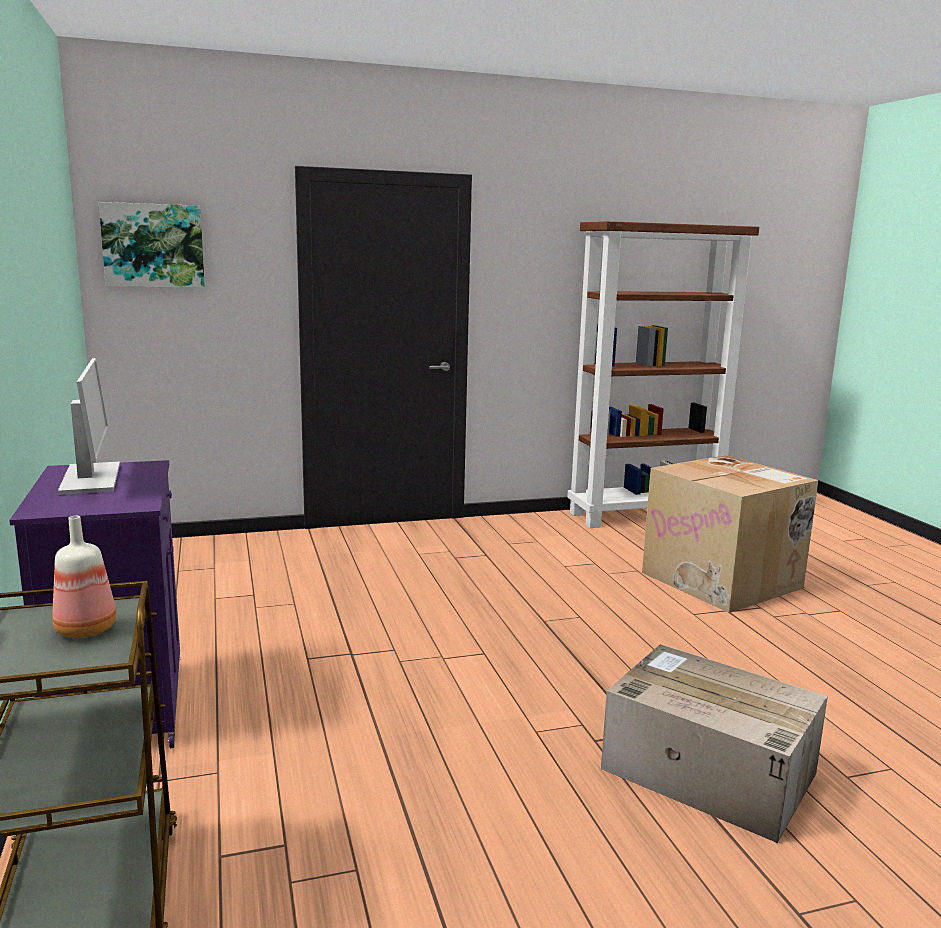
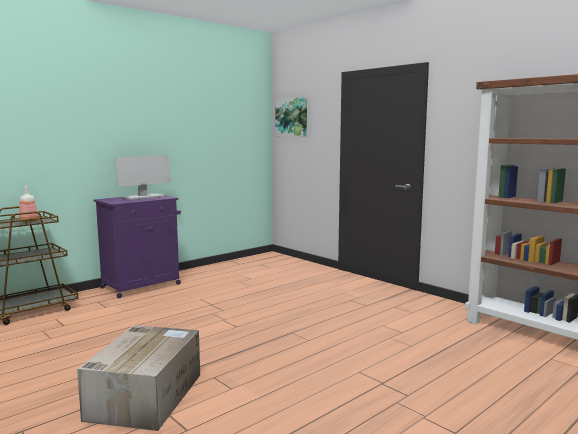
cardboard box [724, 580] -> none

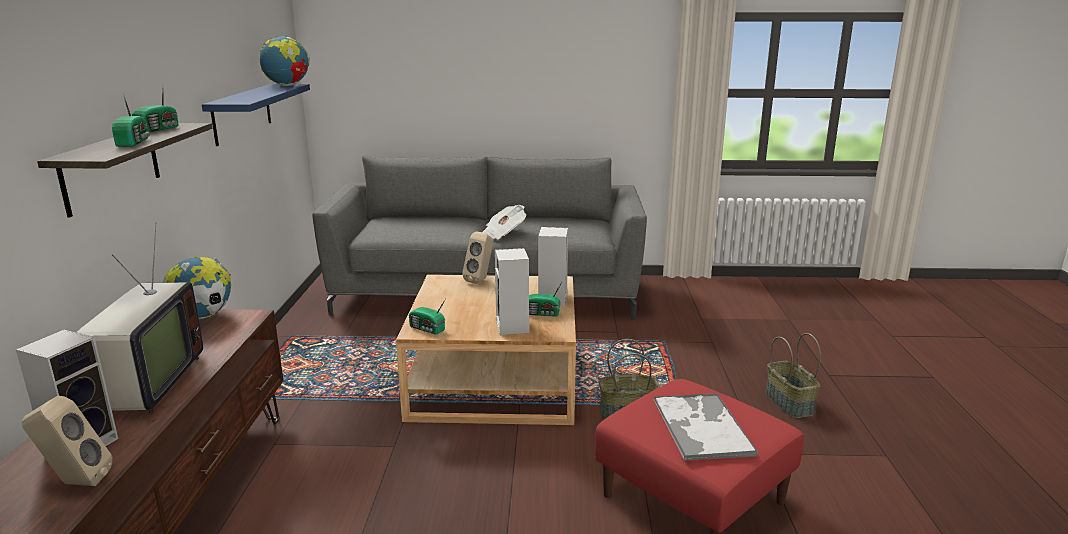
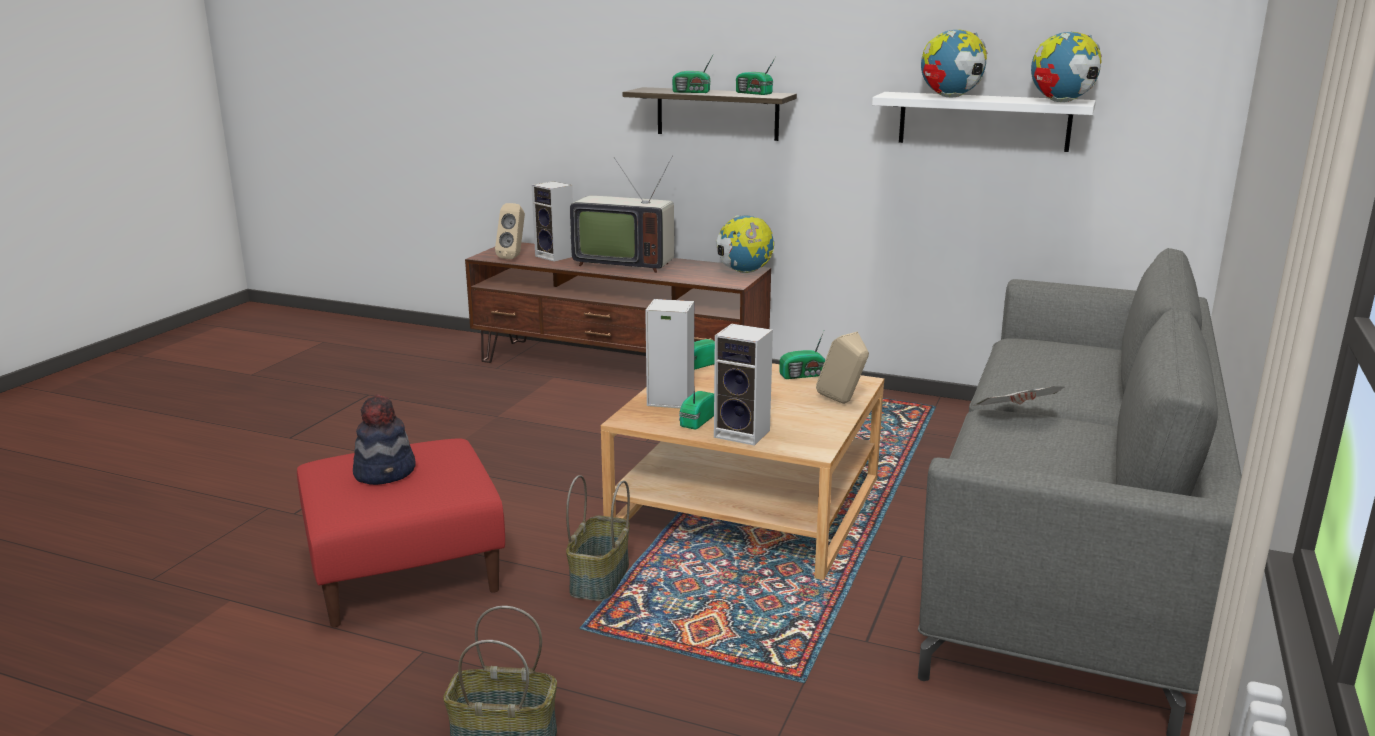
tray [701, 426] -> hat [386, 472]
none -> radio [803, 375]
blue shelf [242, 113] -> white shelf [983, 121]
none -> globe [950, 97]

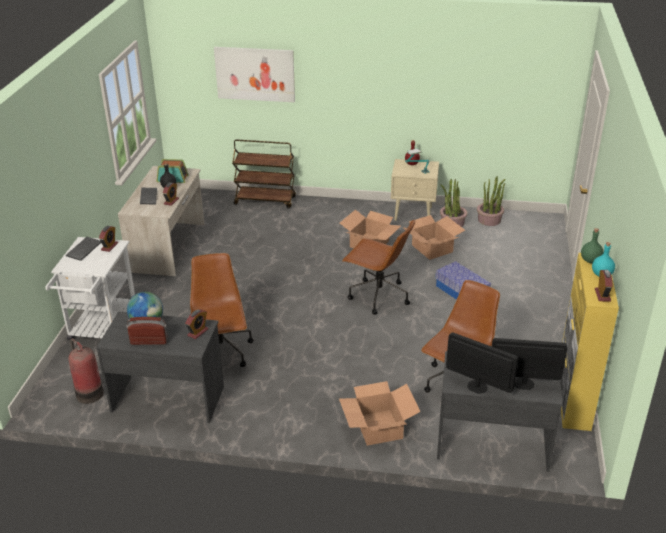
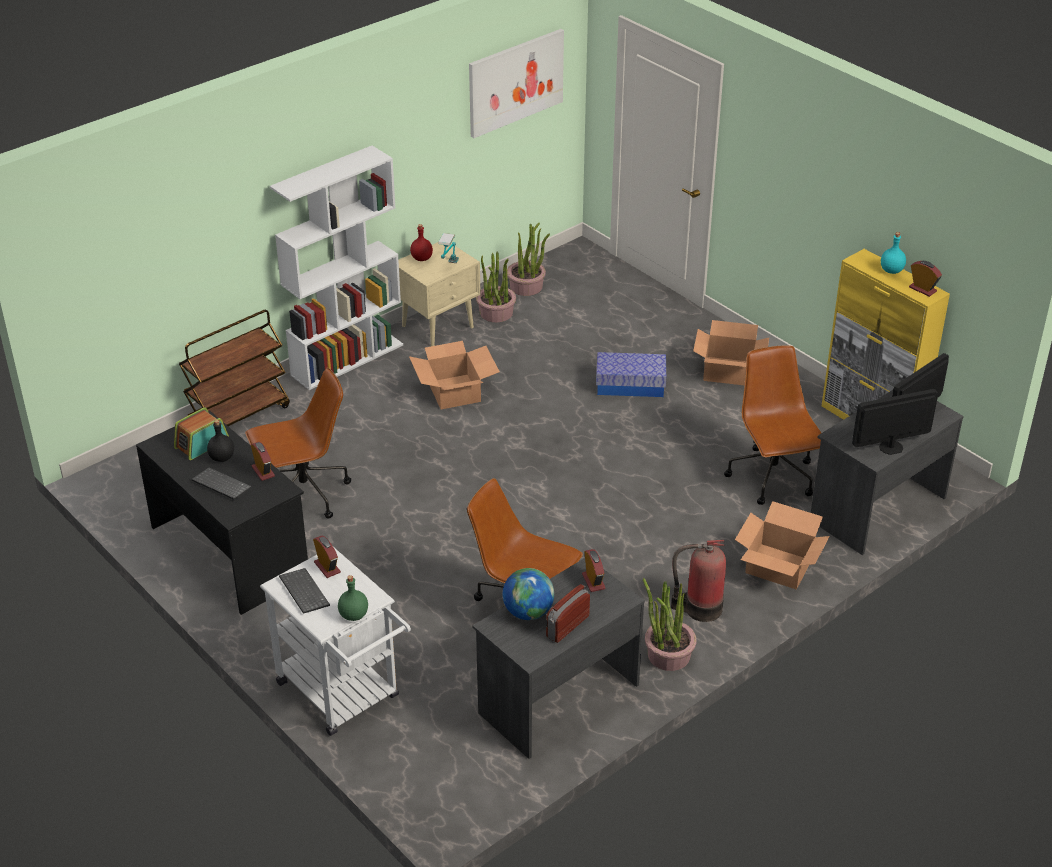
beige desk [168, 247] -> black desk [231, 551]
brown office chair [378, 296] -> brown office chair [303, 495], shifted
none -> white bookcase [347, 359]
green bottle [590, 260] -> green bottle [353, 615], shifted
picture [255, 74] -> picture [515, 82], shifted
none -> potted plant [668, 655]
fire extinguisher [88, 393] -> fire extinguisher [700, 608], shifted
cardboard box [432, 248] -> cardboard box [728, 370], shifted

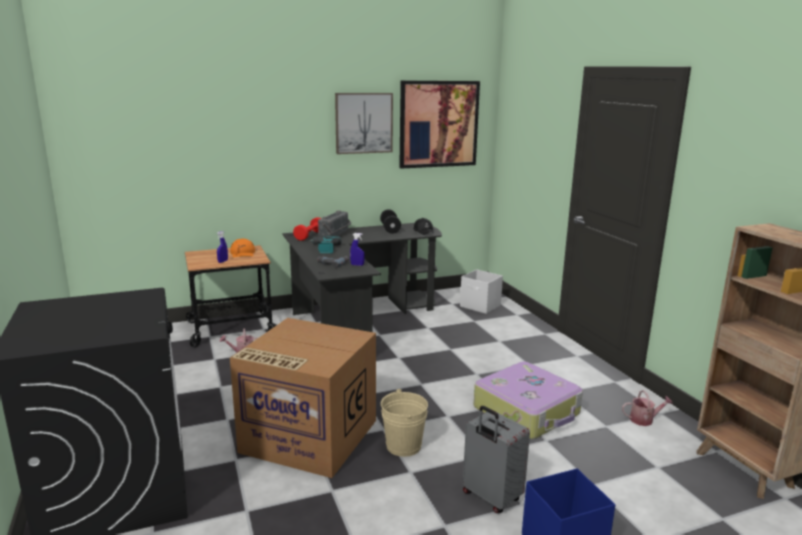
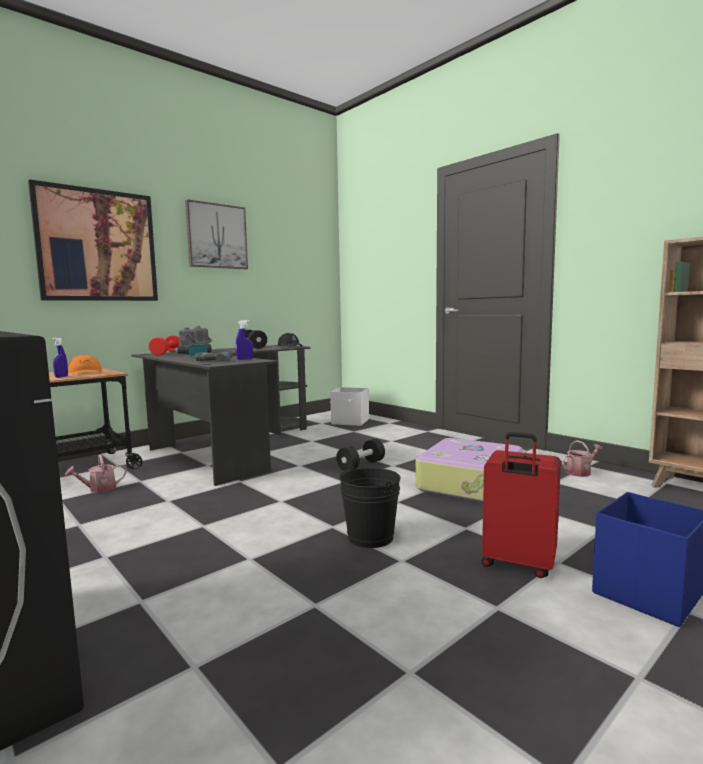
picture [438, 124] -> picture [97, 245], shifted
none -> black dumbbell [361, 465]
beige bucket [403, 446] -> black bucket [370, 537]
grey suitcase [490, 497] -> red suitcase [517, 564]
cardboard box [307, 436] -> none

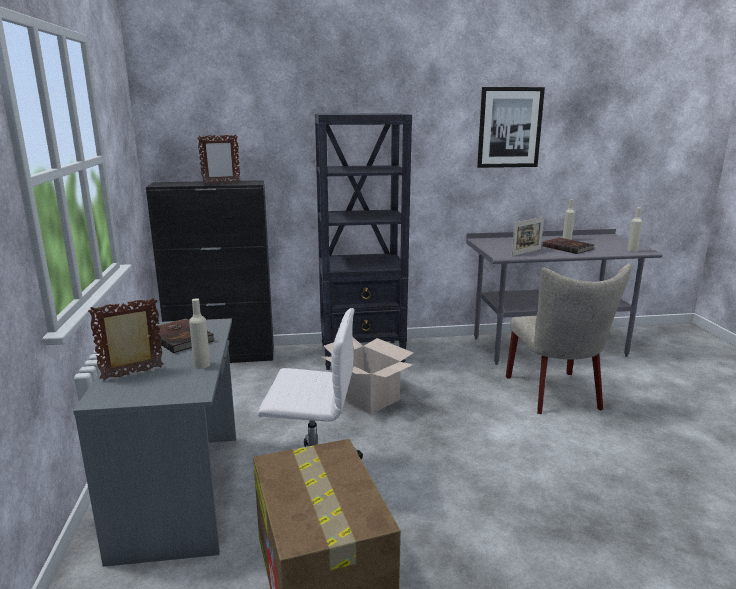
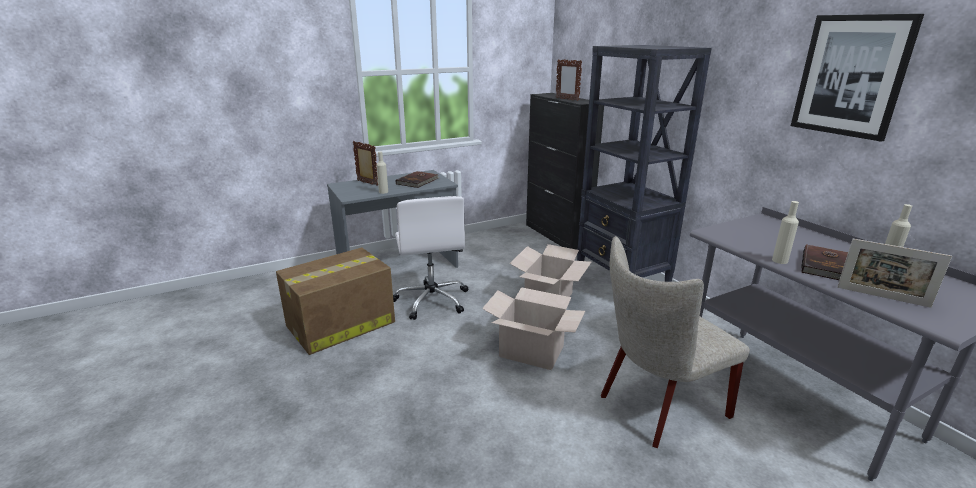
none -> cardboard box [531, 351]
beige bottle [632, 250] -> beige bottle [779, 260], shifted
picture frame [526, 252] -> picture frame [882, 297], shifted

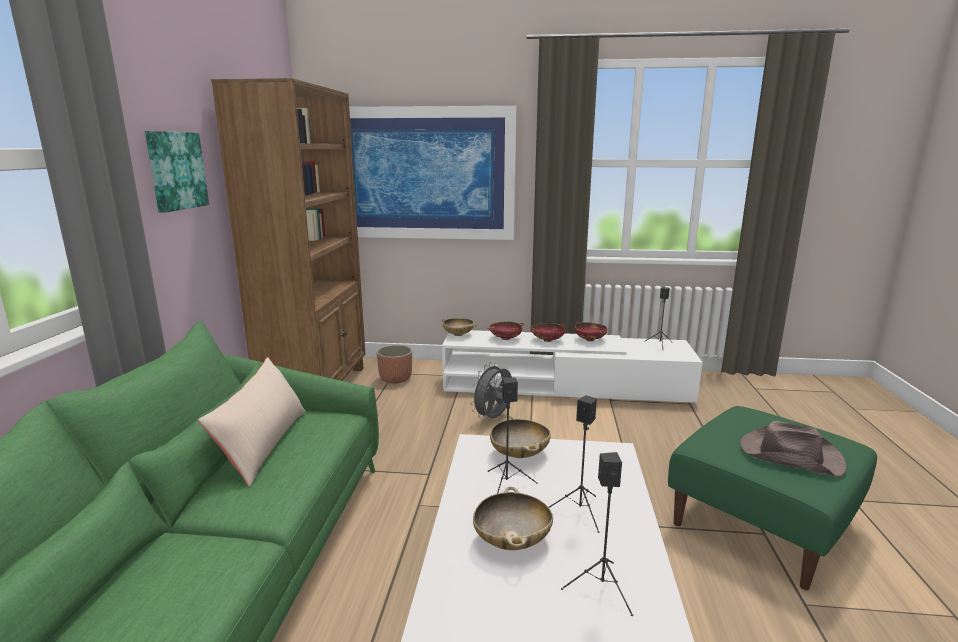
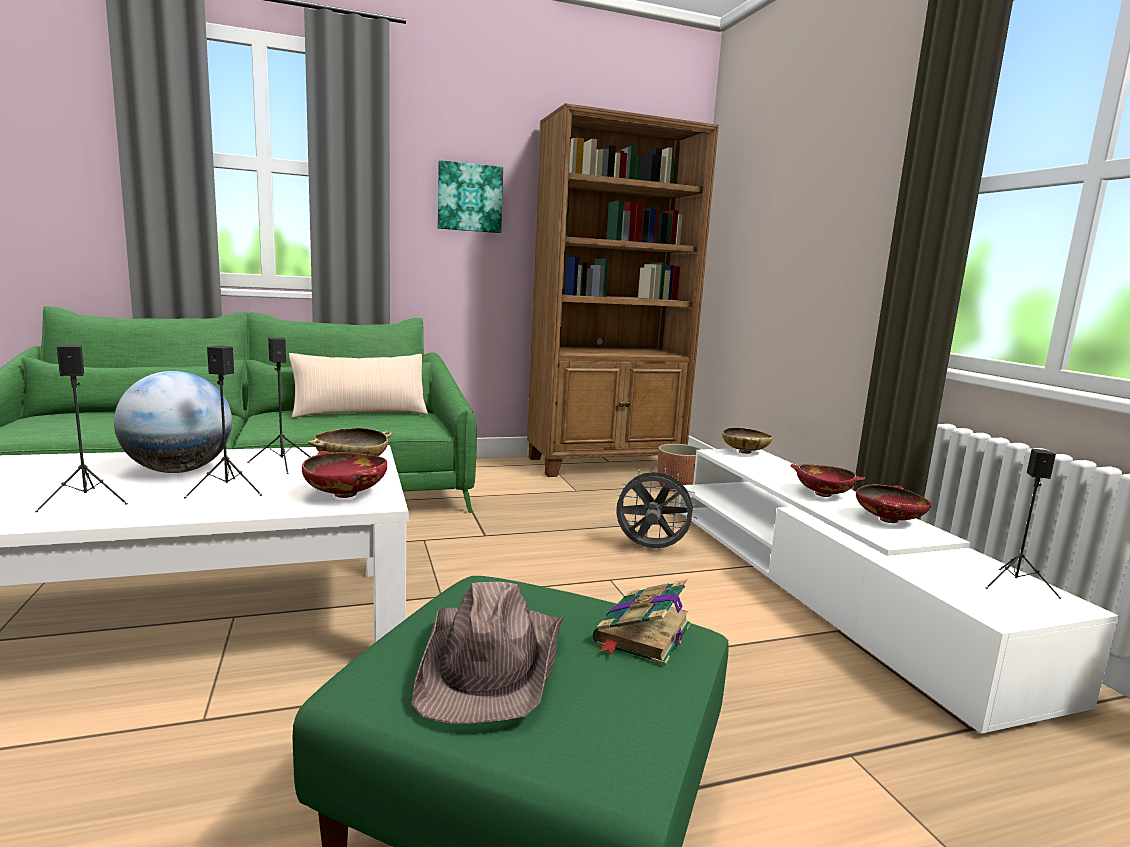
beige bowl [512, 540] -> globe [178, 471]
red bowl [505, 338] -> red bowl [346, 494], shifted
none -> book [642, 635]
picture [423, 174] -> none

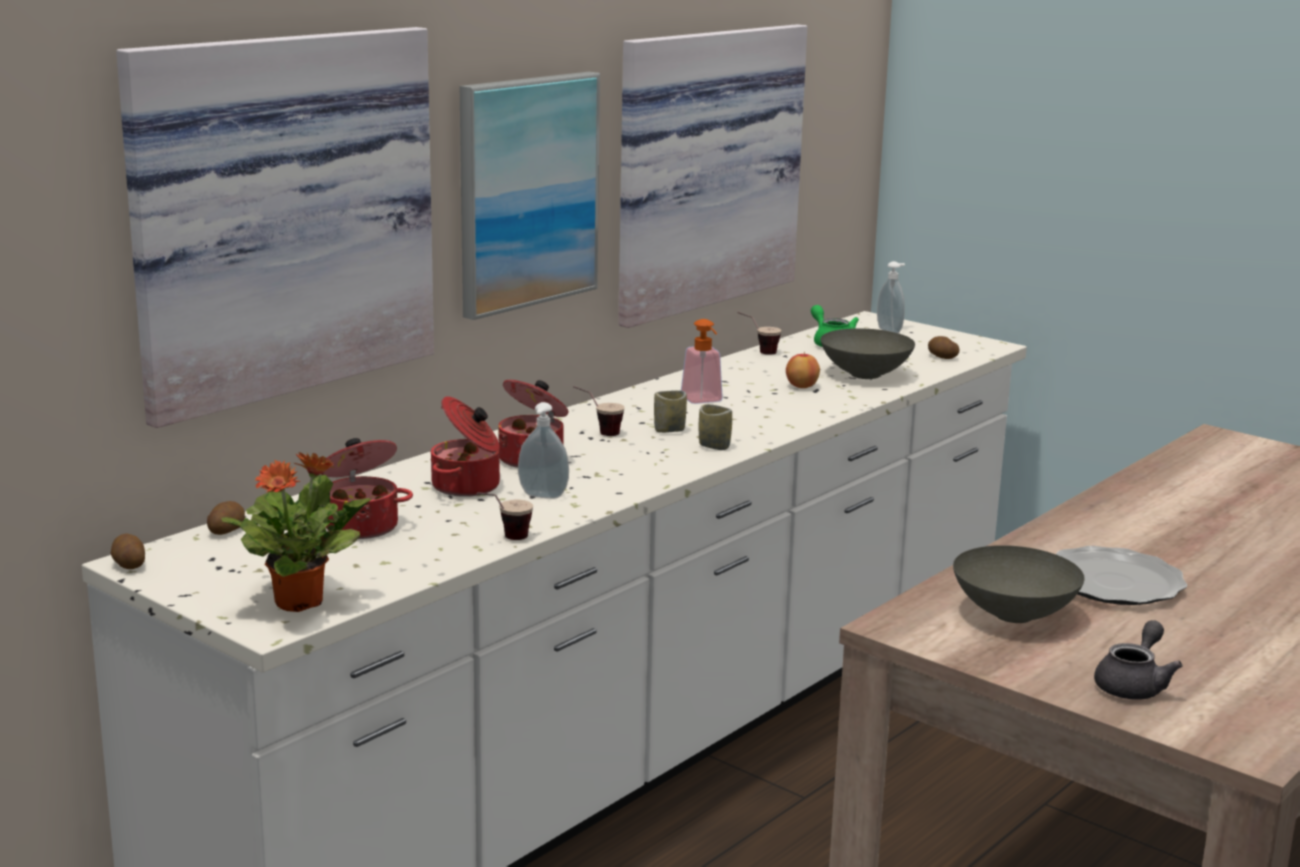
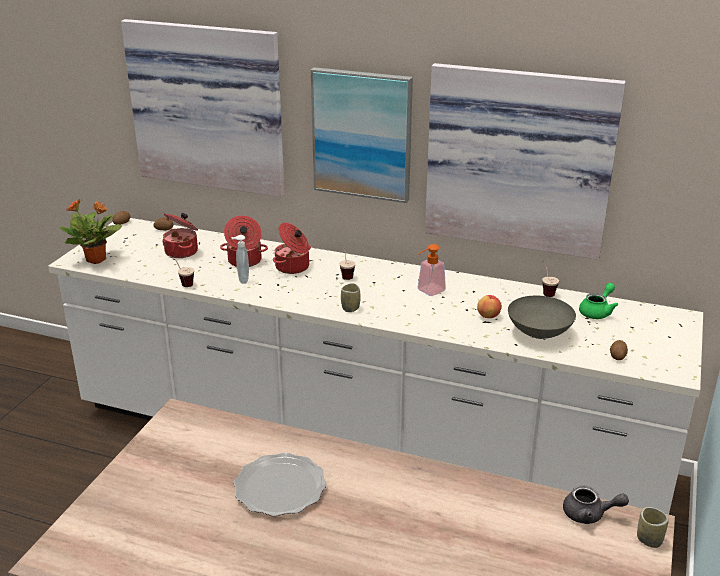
grey teapot [1133, 685] -> grey teapot [589, 515], shifted
cup [669, 430] -> cup [649, 540], shifted
soap dispenser [890, 331] -> none
grey bowl [1015, 614] -> none

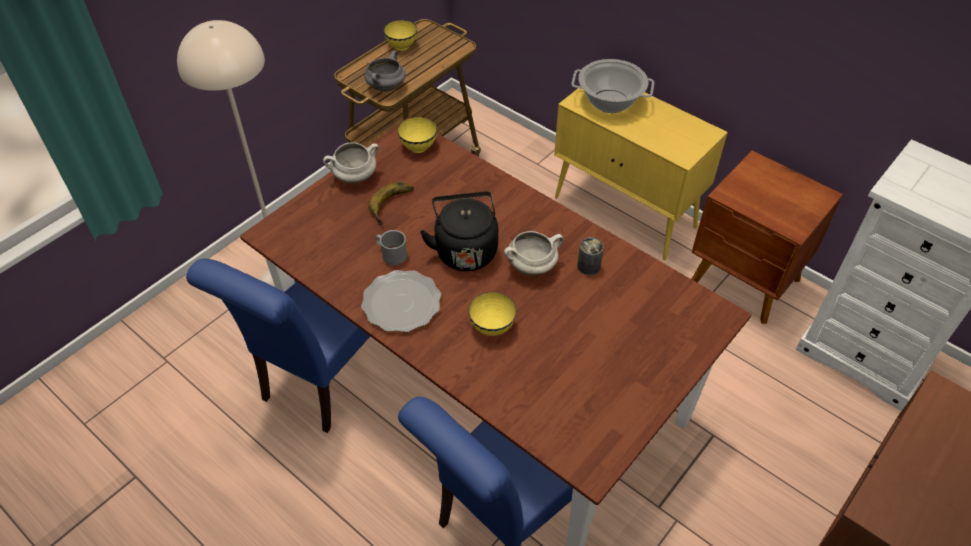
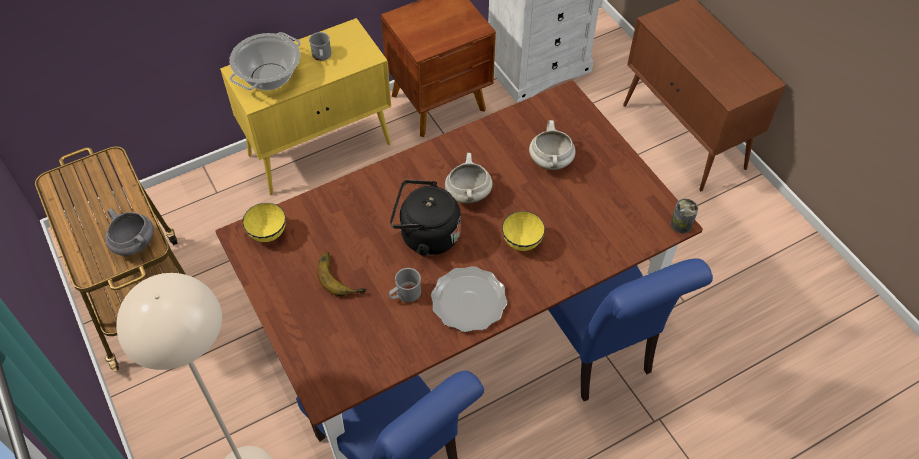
none -> grey mug [322, 56]
white cooking pot [354, 177] -> white cooking pot [551, 162], shifted
can [588, 266] -> can [681, 224], shifted
yellow bowl [402, 46] -> none

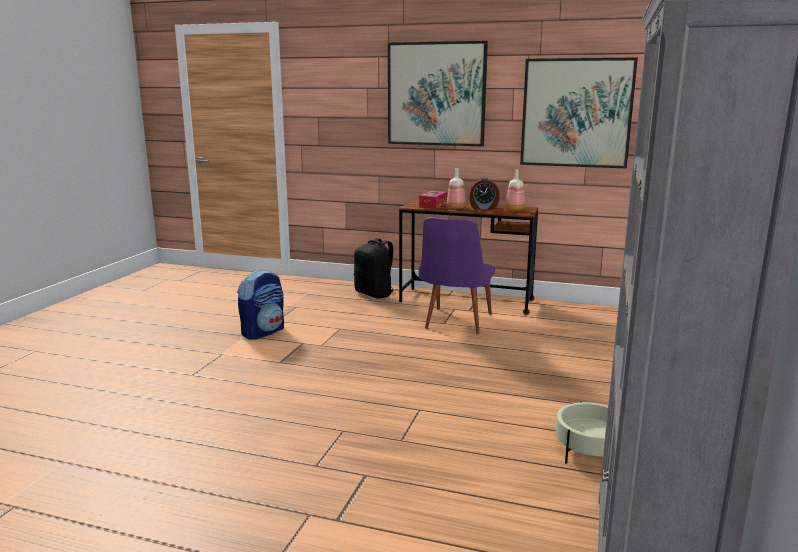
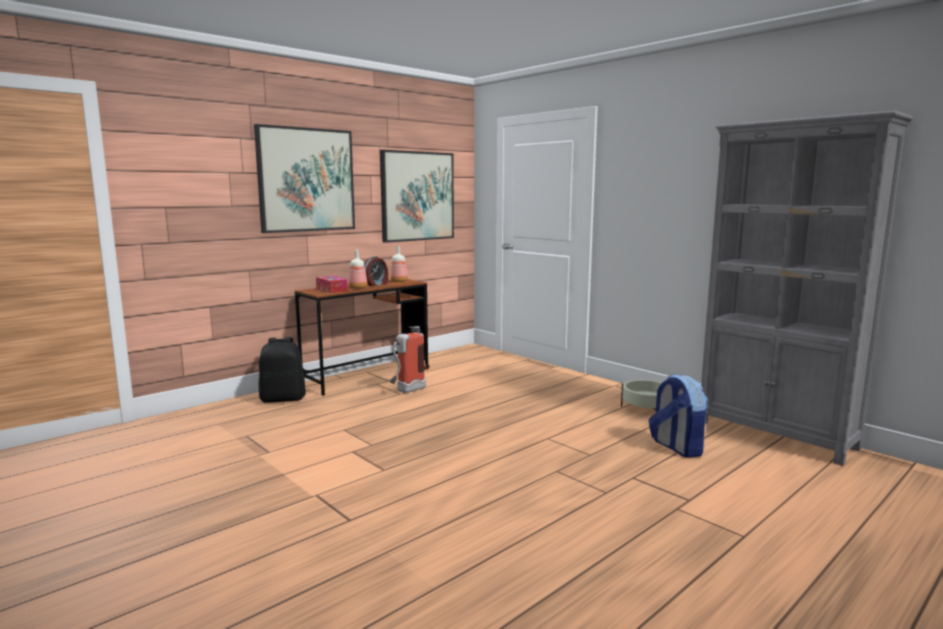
purple chair [455, 323] -> fire extinguisher [407, 391]
backpack [263, 332] -> backpack [676, 447], shifted

